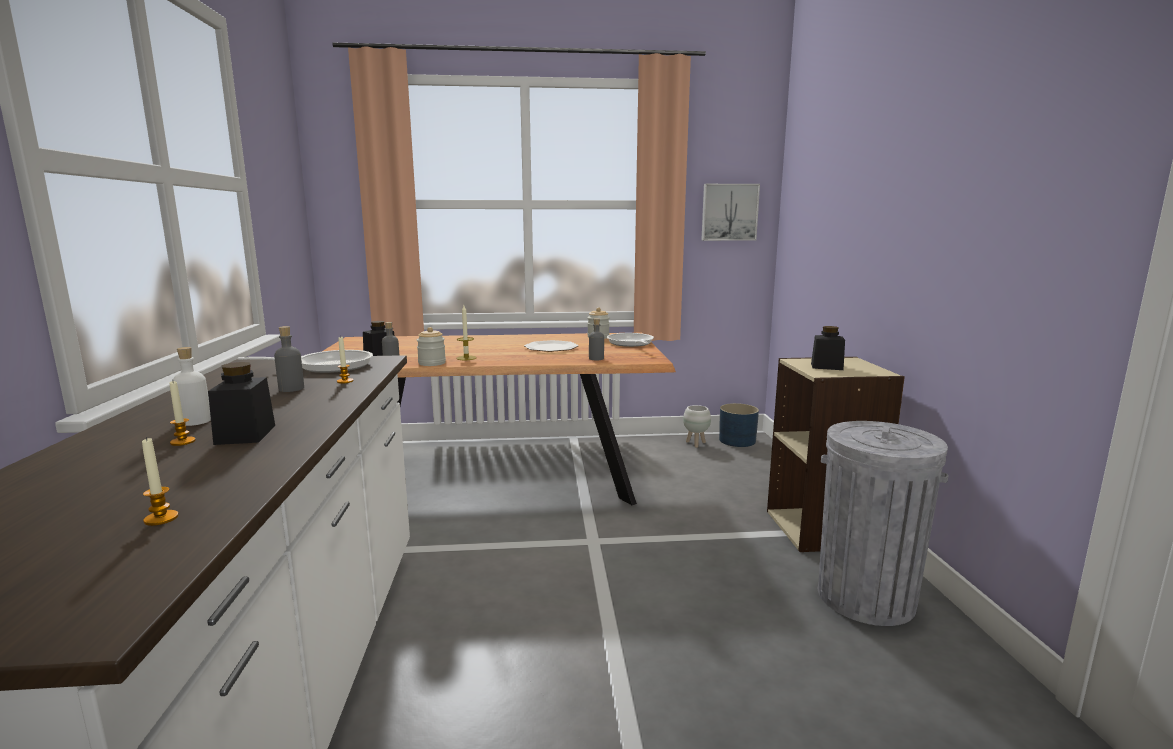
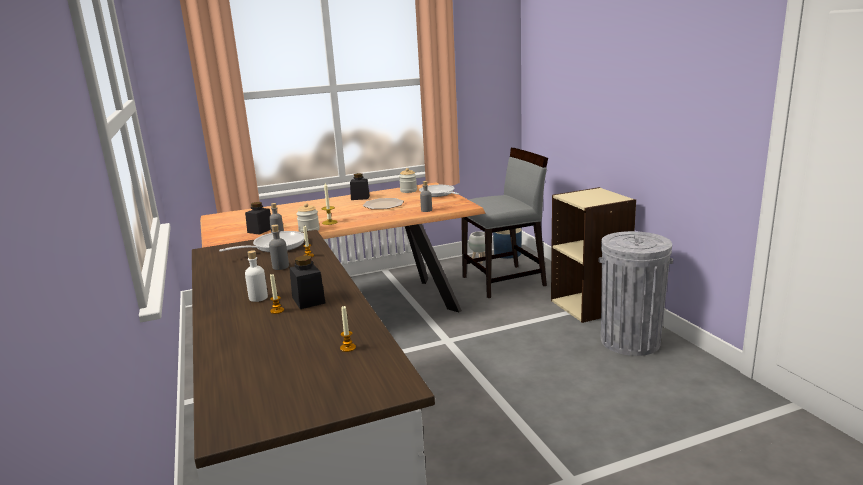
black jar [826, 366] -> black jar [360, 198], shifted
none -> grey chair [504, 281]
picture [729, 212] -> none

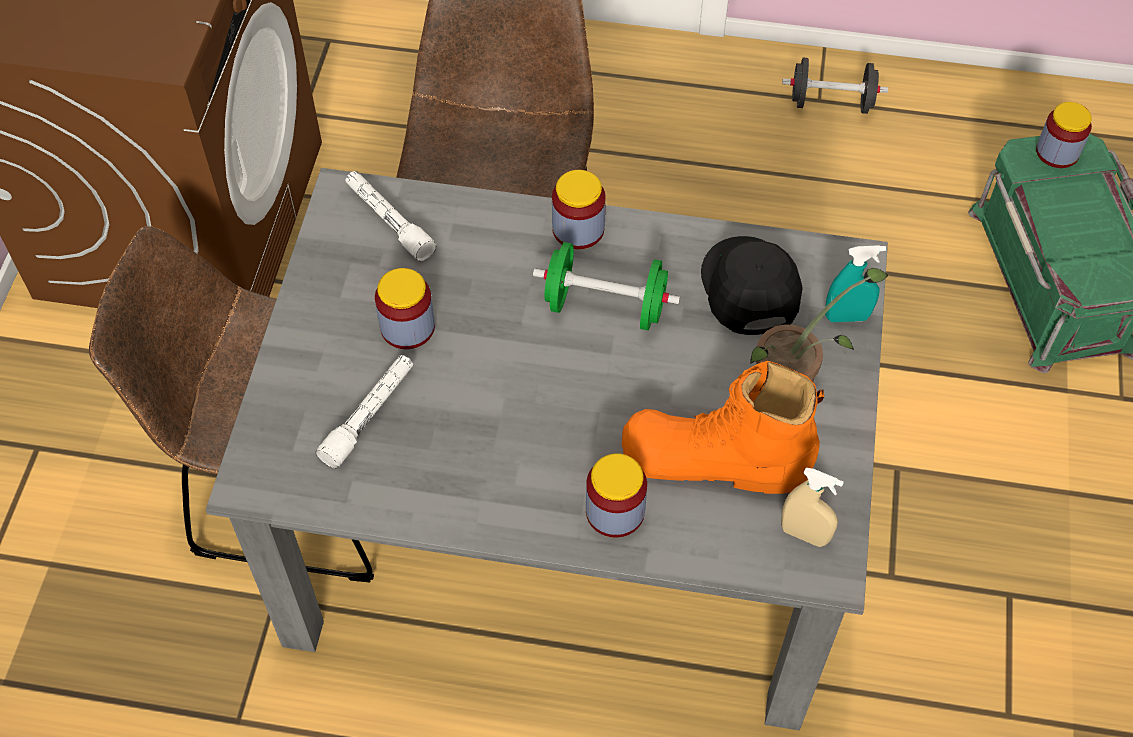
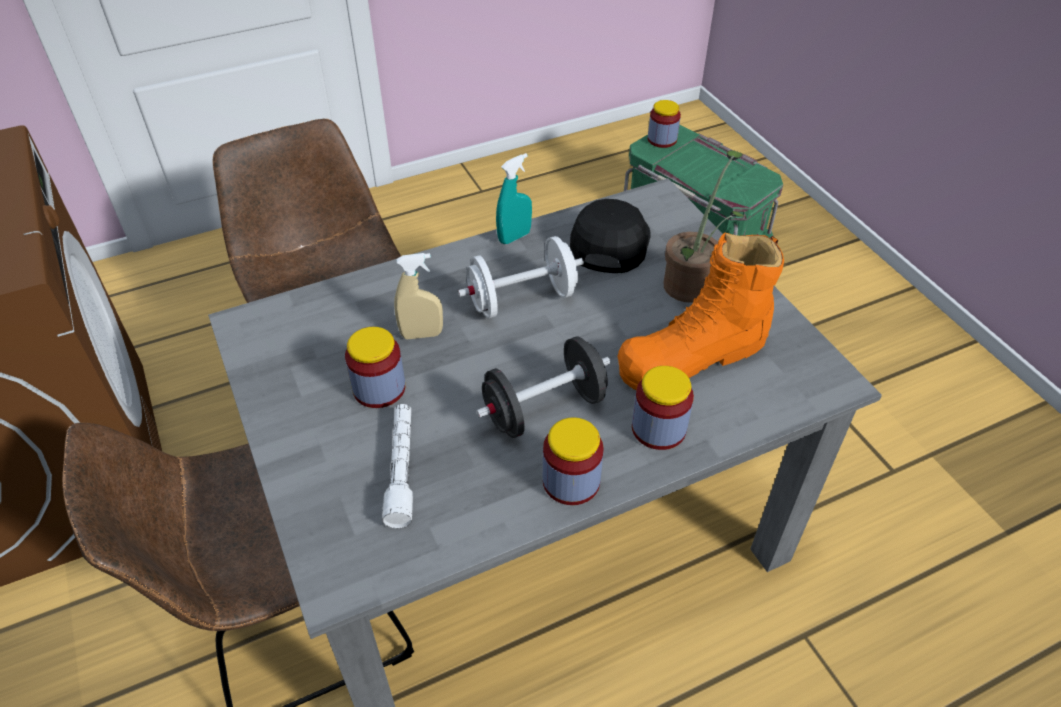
beige spray bottle [804, 534] -> beige spray bottle [421, 334], shifted
green dumbbell [605, 306] -> white dumbbell [522, 299]
black dumbbell [831, 102] -> black dumbbell [544, 408], shifted
turquoise spray bottle [847, 317] -> turquoise spray bottle [514, 237], shifted
jar [578, 229] -> jar [571, 481], shifted
black cap [749, 288] -> black cap [609, 242], 60 degrees clockwise
white flashlight [389, 221] -> none

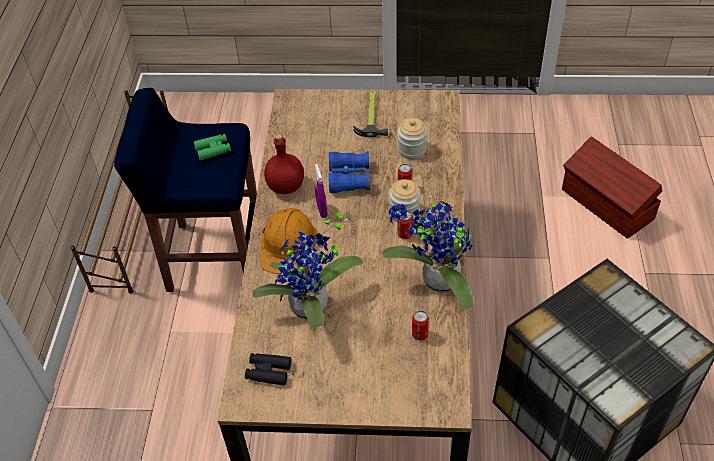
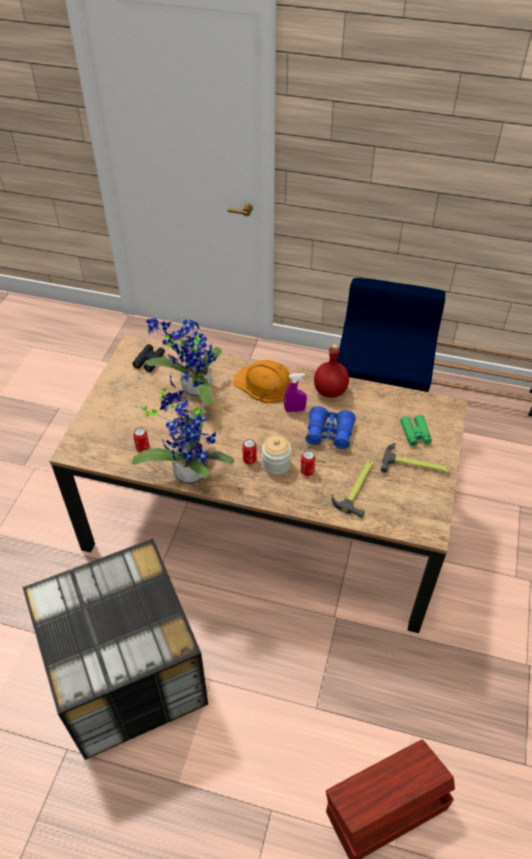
jar [412, 149] -> hammer [357, 487]
green binoculars [213, 150] -> green binoculars [415, 433], shifted

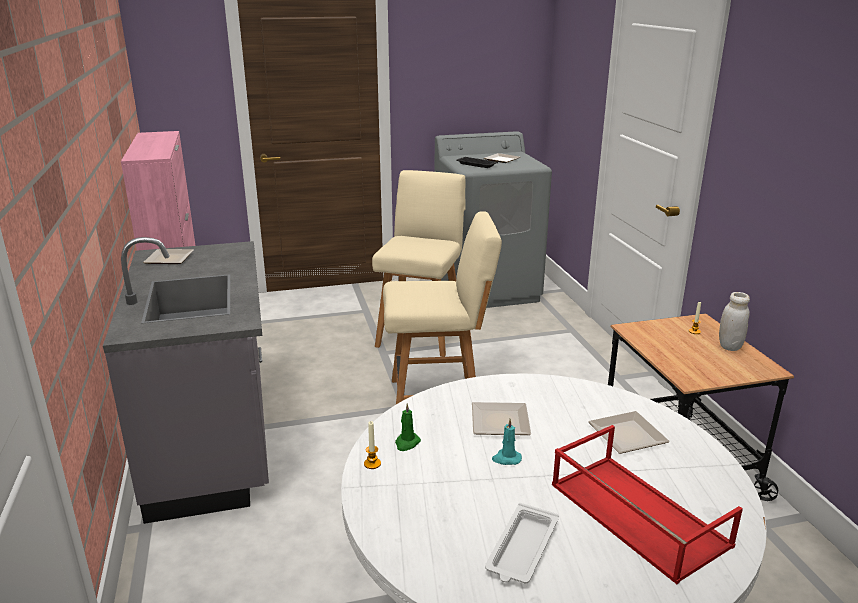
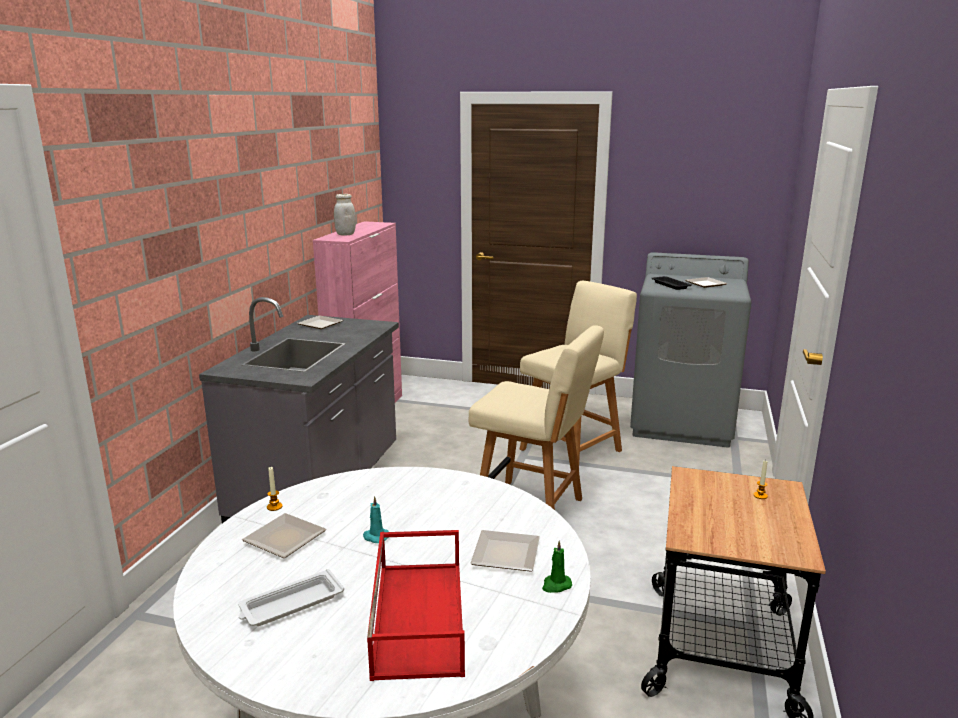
plate [498, 421] -> plate [285, 537], shifted
white jar [729, 346] -> white jar [345, 234], shifted
green candle [407, 443] -> green candle [556, 585], shifted

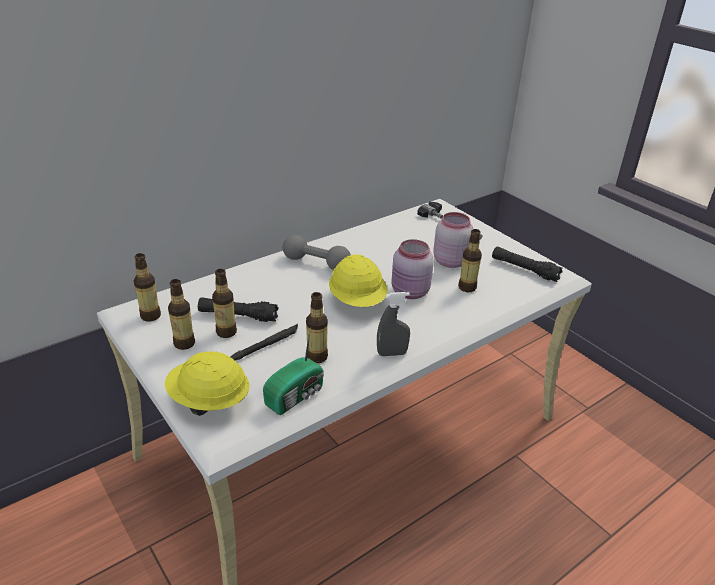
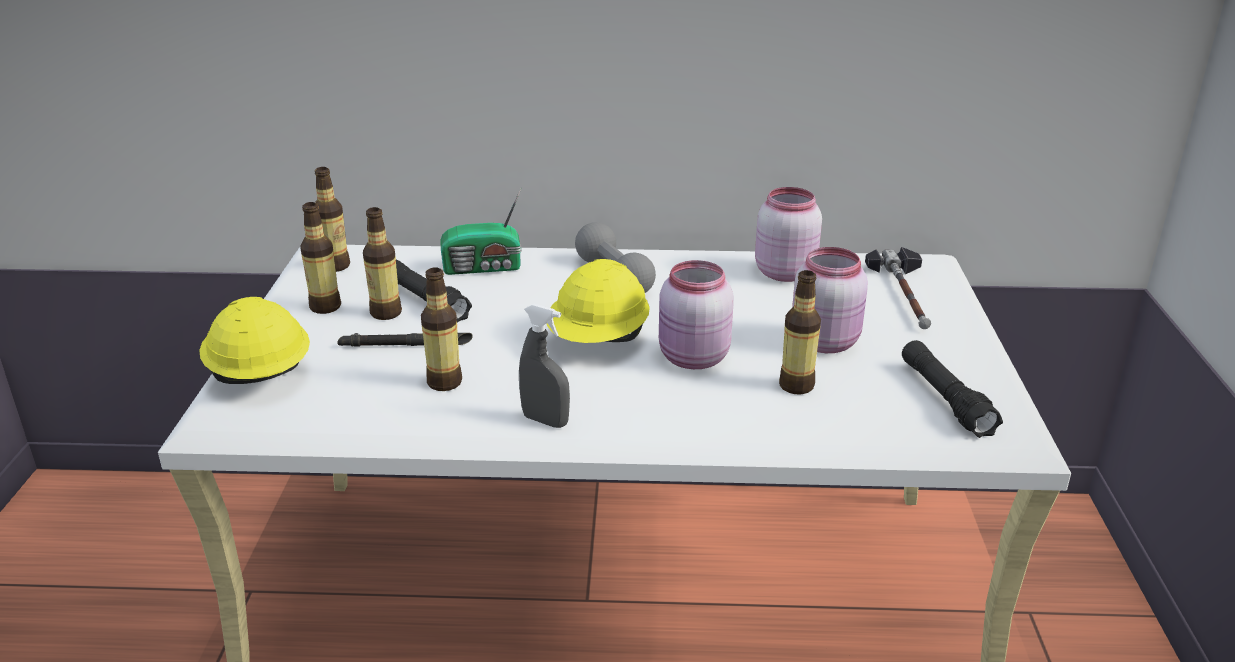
radio [296, 395] -> radio [484, 268], shifted
none -> pink jar [783, 272]

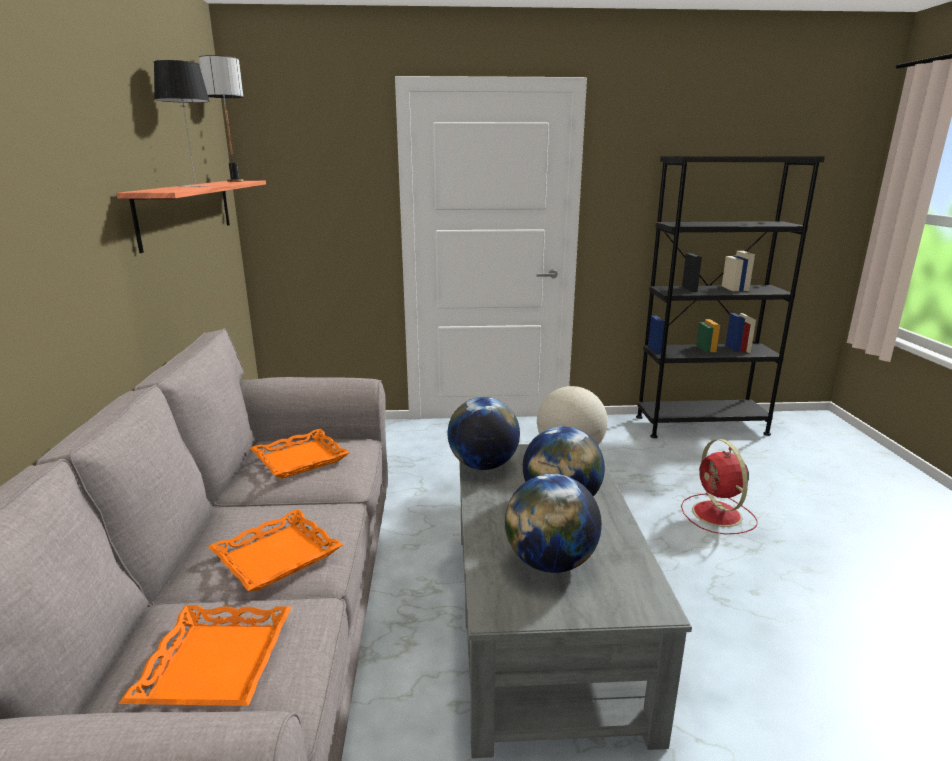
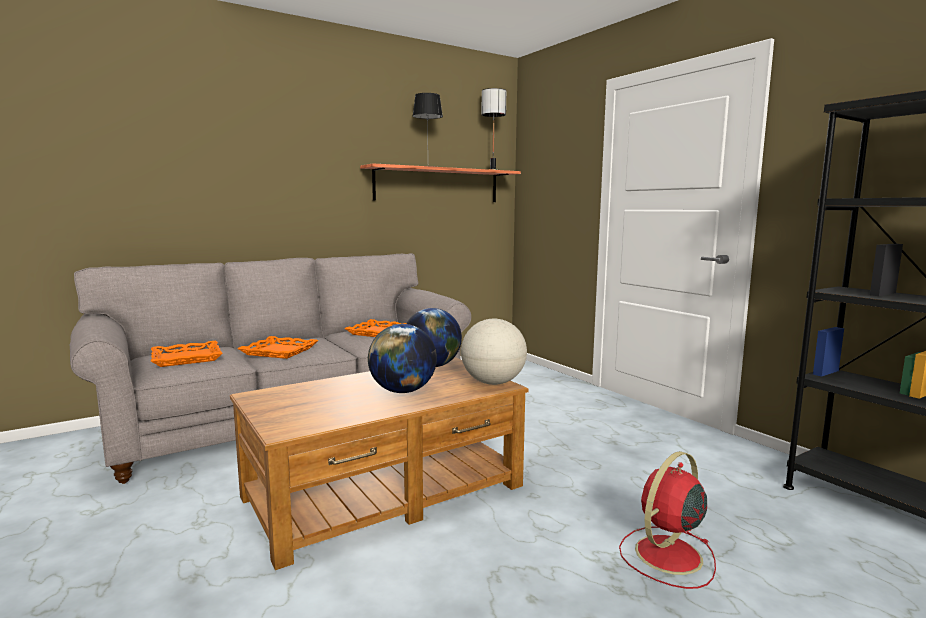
grey coffee table [543, 618] -> brown coffee table [386, 491]
globe [550, 562] -> none

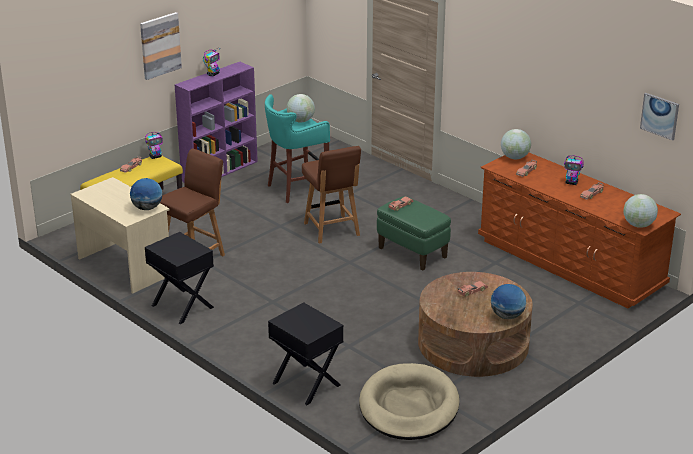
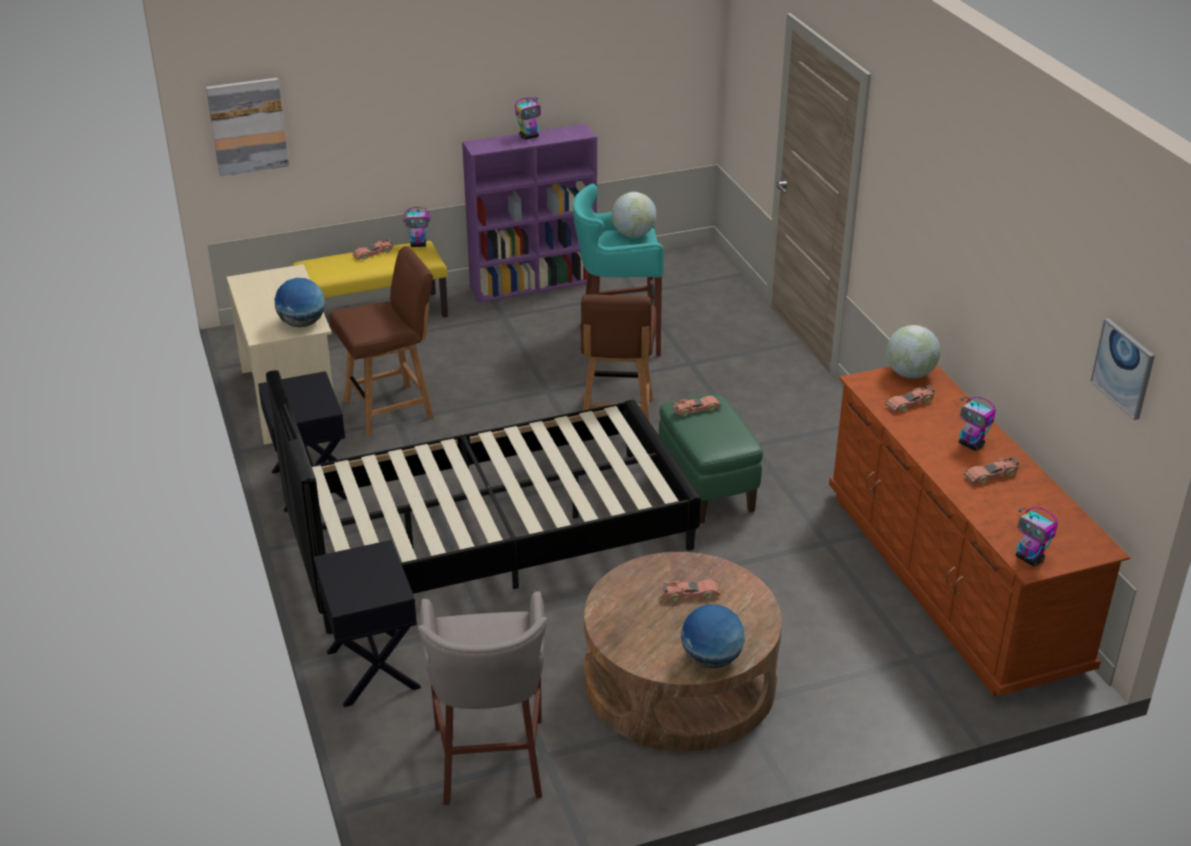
picture [160, 45] -> picture [248, 126], shifted
none -> black bed [490, 536]
beige dog bed [409, 407] -> grey stool [490, 763]
globe [638, 225] -> toy robot [1030, 559]

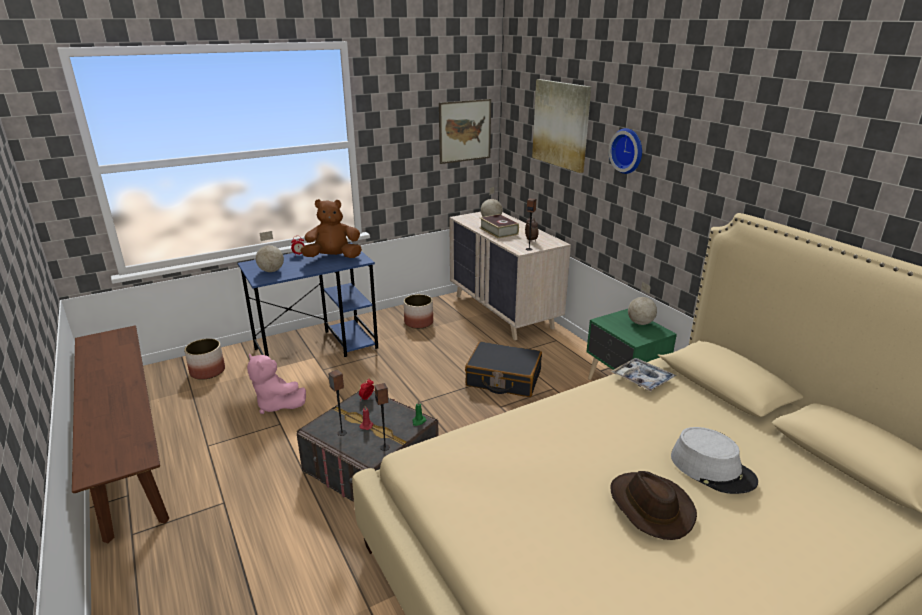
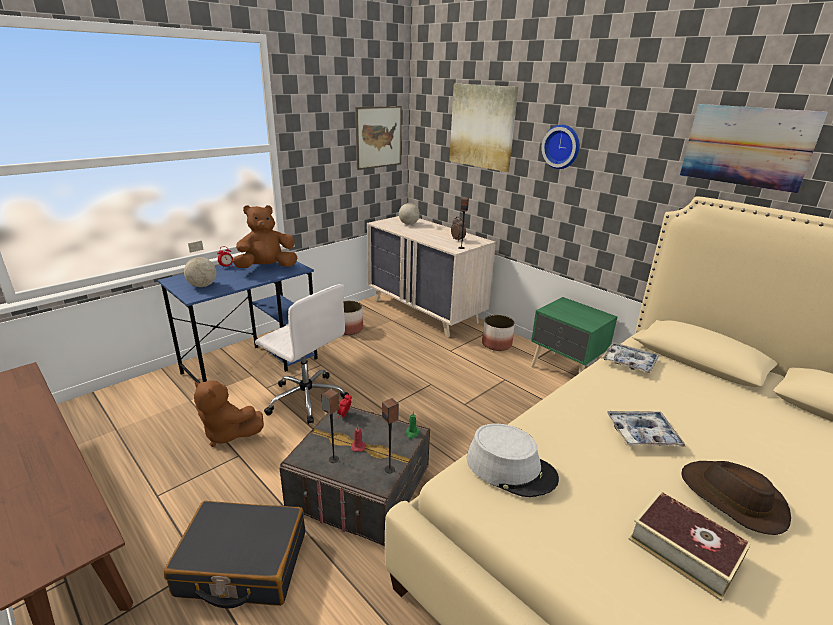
black suitcase [503, 379] -> black suitcase [242, 564], shifted
pink plush toy [277, 405] -> brown plush toy [227, 434]
none -> white office chair [306, 398]
grey hat [712, 469] -> grey hat [511, 468], shifted
planter [207, 371] -> planter [496, 344], shifted
none -> tray [642, 434]
book [498, 231] -> book [684, 550], shifted
none -> picture [746, 146]
globe [640, 323] -> none

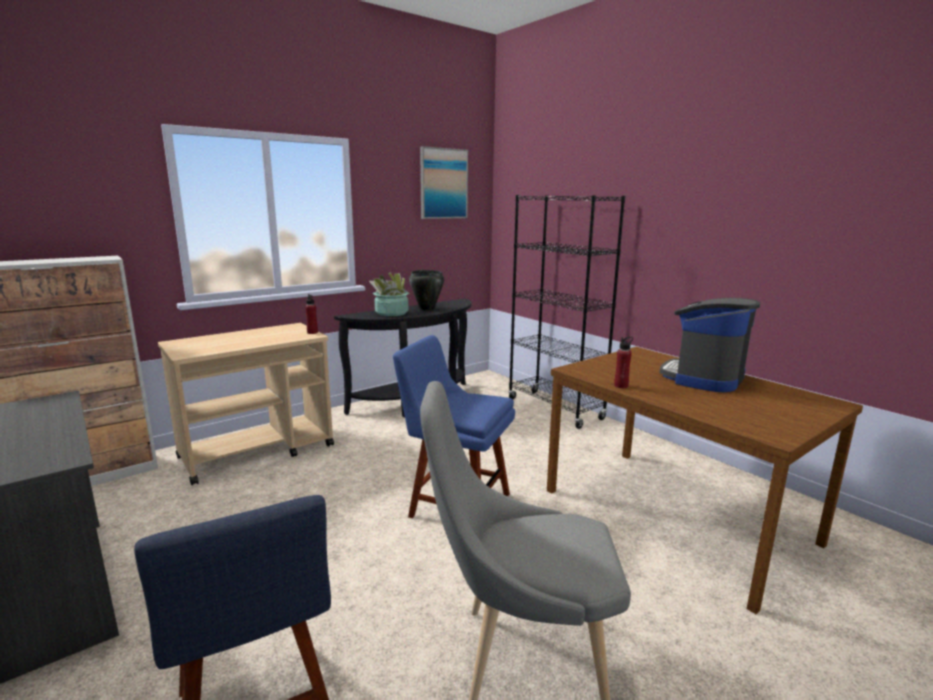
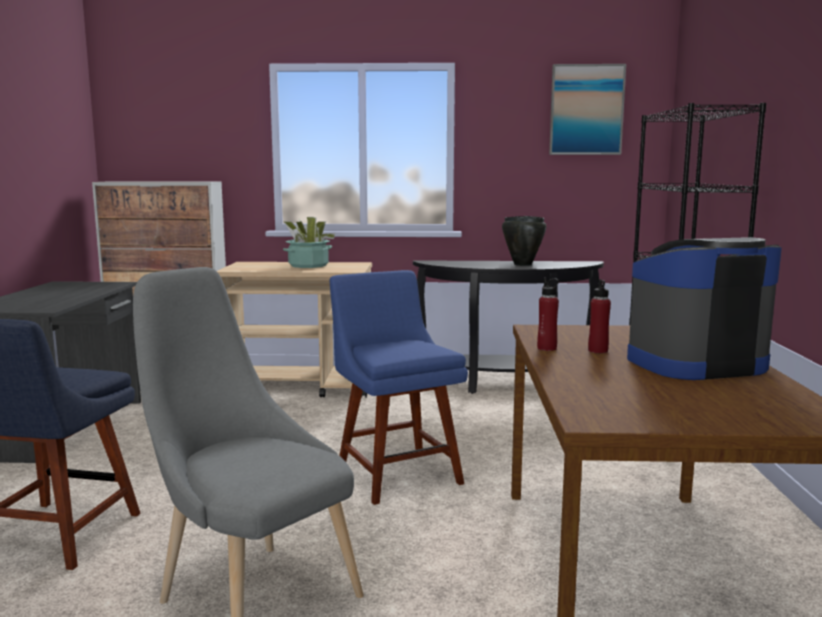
potted plant [391, 313] -> potted plant [308, 265], shifted
red bottle [312, 332] -> red bottle [598, 351], shifted

